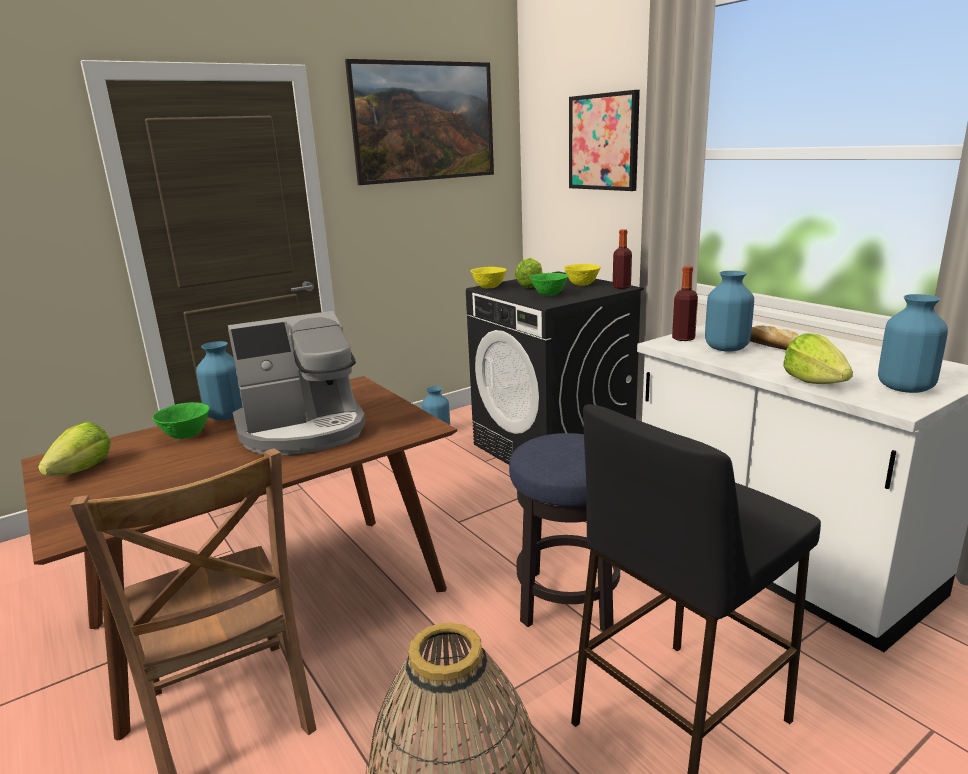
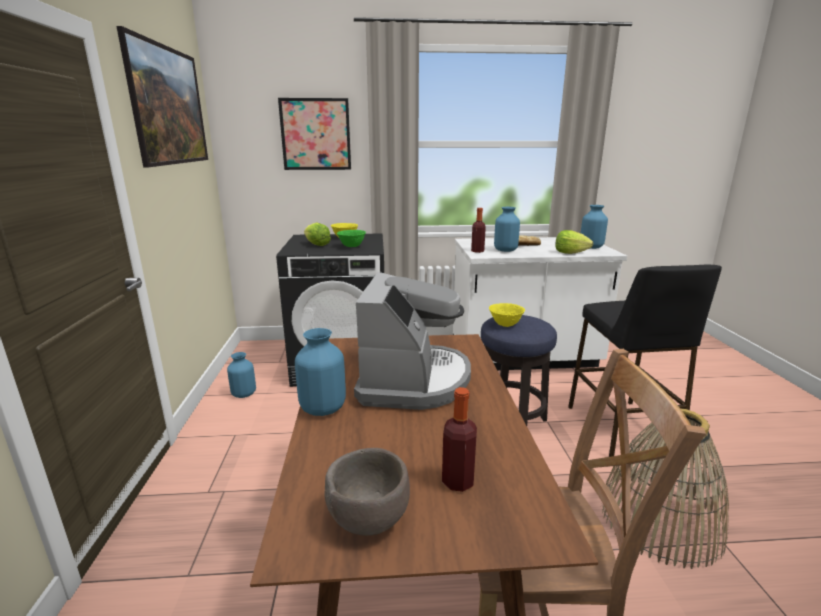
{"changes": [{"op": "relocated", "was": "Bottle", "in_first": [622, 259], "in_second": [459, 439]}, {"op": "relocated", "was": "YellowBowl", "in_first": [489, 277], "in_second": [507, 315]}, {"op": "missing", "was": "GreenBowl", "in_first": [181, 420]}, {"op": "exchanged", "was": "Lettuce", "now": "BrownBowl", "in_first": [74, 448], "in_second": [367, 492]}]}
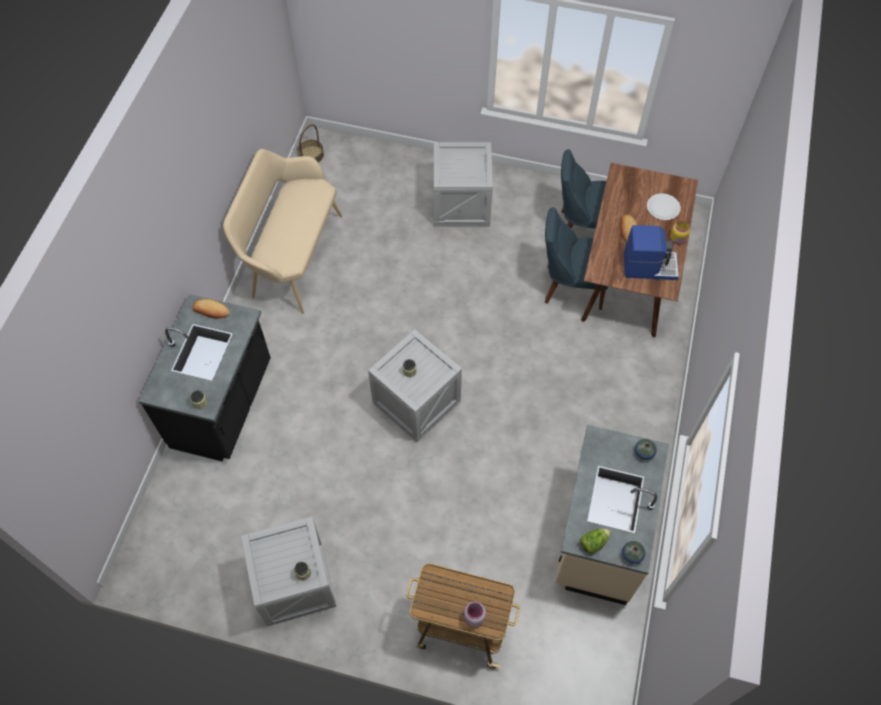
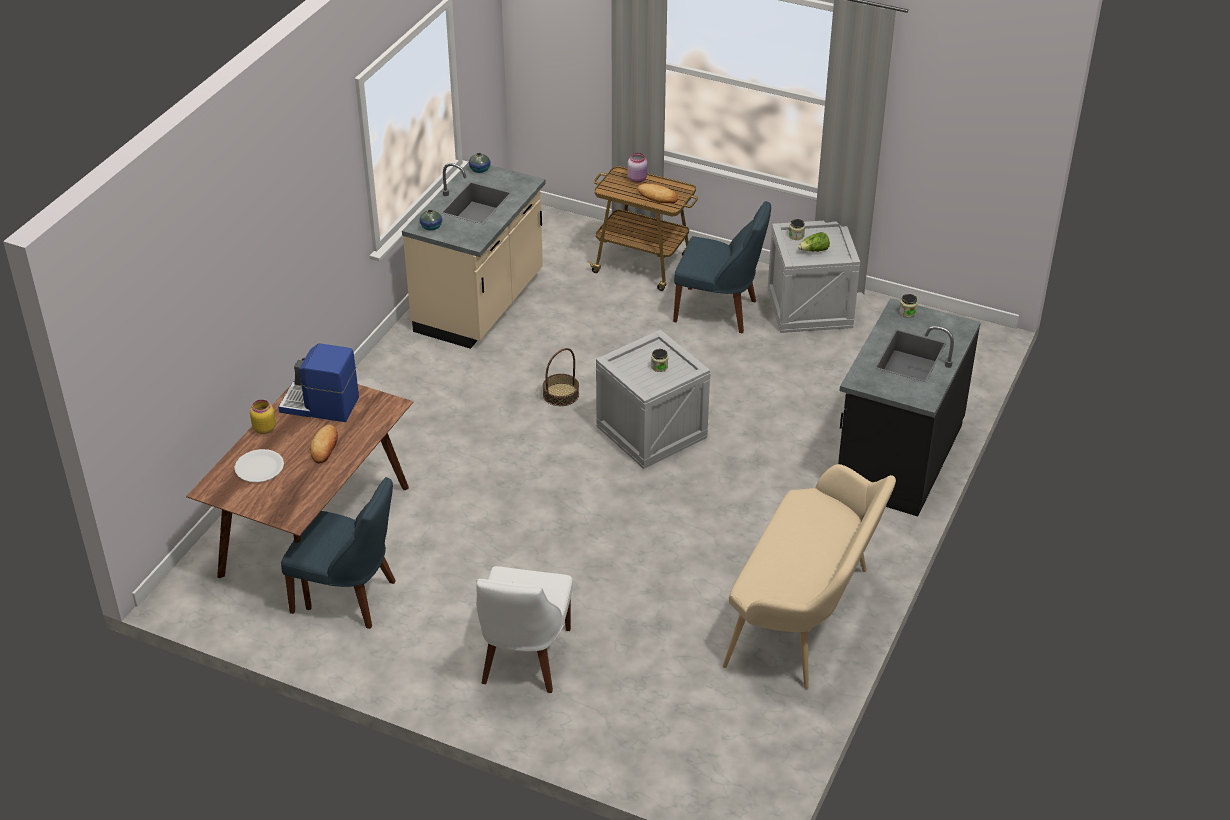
{"changes": [{"op": "relocated", "was": "Basket", "in_first": [311, 143], "in_second": [561, 377]}, {"op": "exchanged", "was": "Crate", "now": "WhiteChair", "in_first": [463, 184], "in_second": [524, 629]}, {"op": "relocated", "was": "BlueChair", "in_first": [576, 258], "in_second": [722, 267]}, {"op": "relocated", "was": "Bread", "in_first": [211, 309], "in_second": [658, 193]}, {"op": "relocated", "was": "Lettuce", "in_first": [595, 541], "in_second": [814, 242]}]}
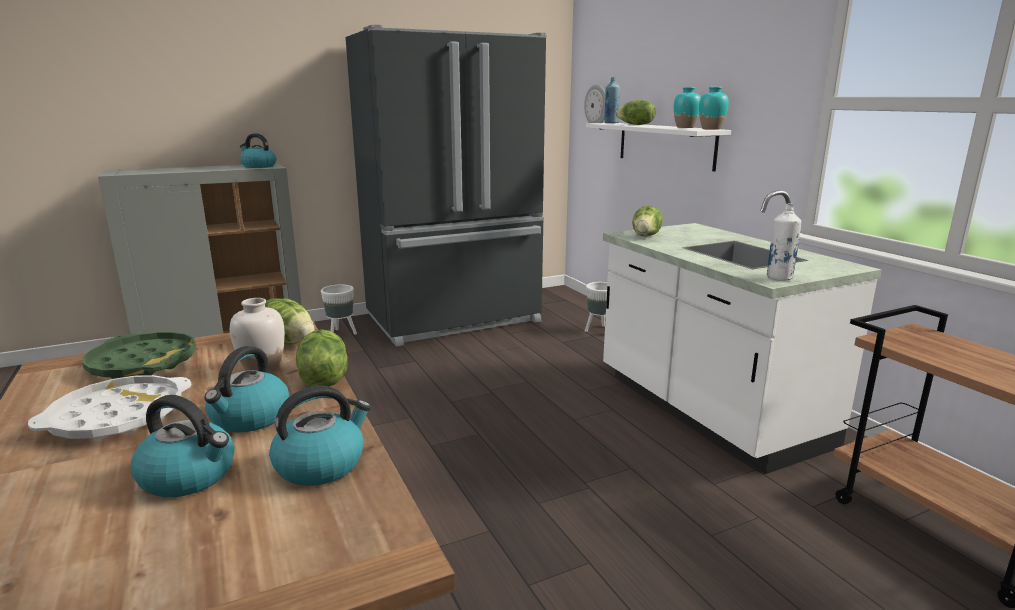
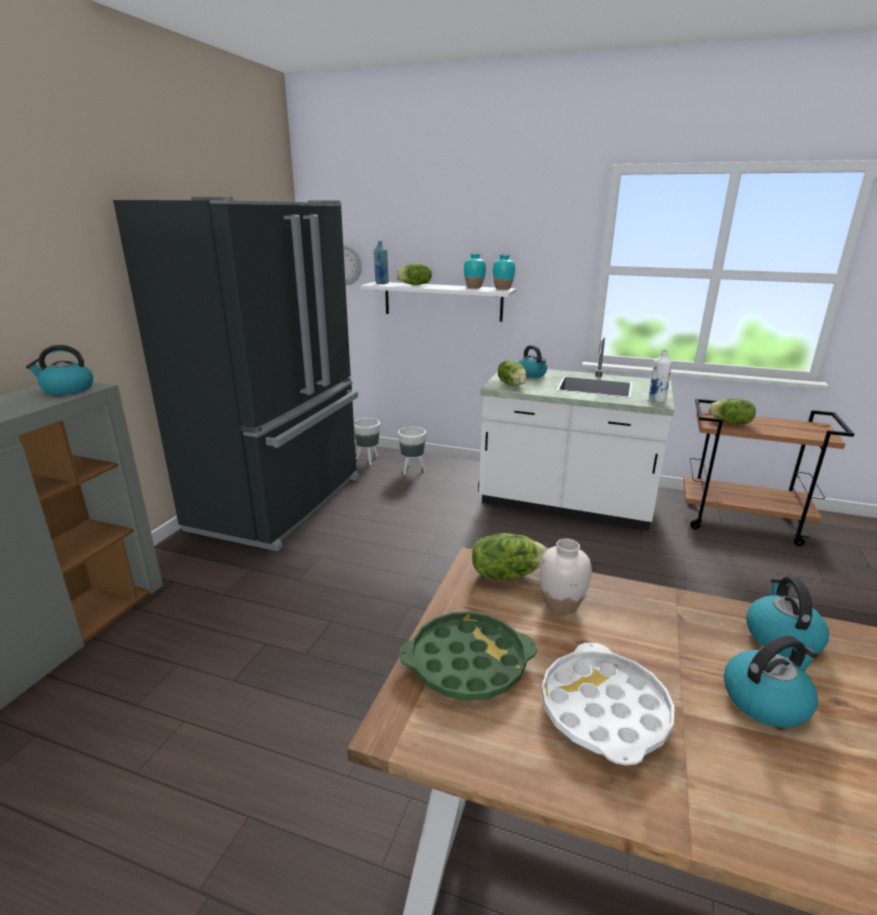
{"changes": [{"op": "relocated", "was": "WhitePlanter", "in_first": [339, 309], "in_second": [367, 441]}, {"op": "relocated", "was": "Lettuce", "in_first": [322, 358], "in_second": [732, 411]}, {"op": "relocated", "was": "Kettle", "in_first": [247, 389], "in_second": [533, 361]}]}
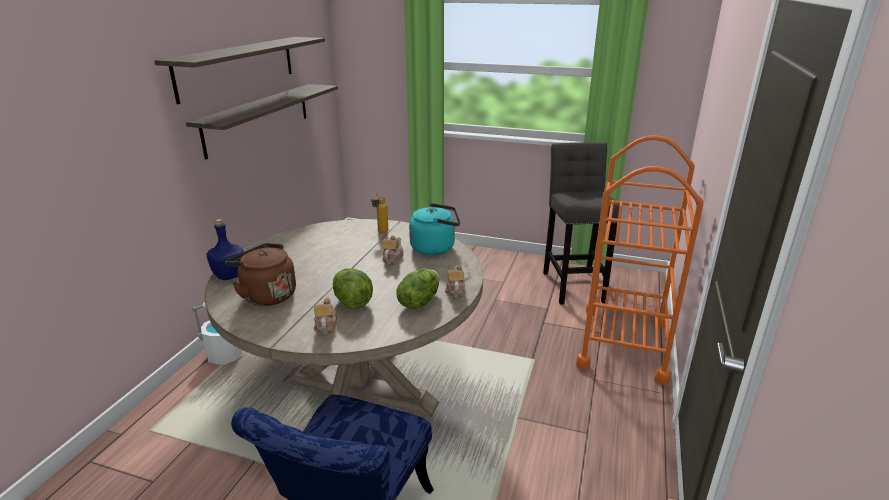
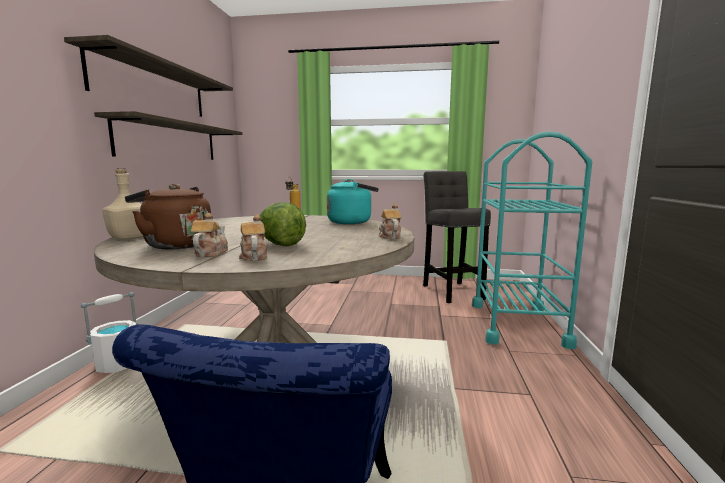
{"changes": [{"op": "colour", "was": "OrangeCart", "now": "TurquoiseCart", "in_first": [640, 260], "in_second": [532, 240]}, {"op": "colour", "was": "BlueBottle", "now": "BeigeBottle", "in_first": [225, 249], "in_second": [122, 204]}, {"op": "relocated", "was": "Teapot", "in_first": [393, 250], "in_second": [209, 235]}, {"op": "missing", "was": "Lettuce", "in_first": [418, 288]}]}
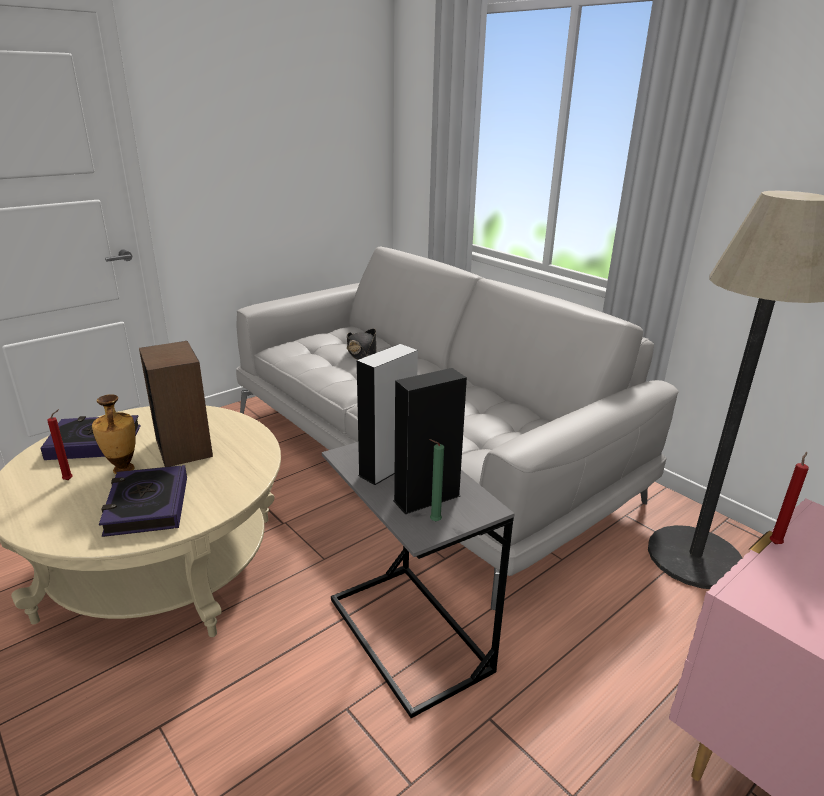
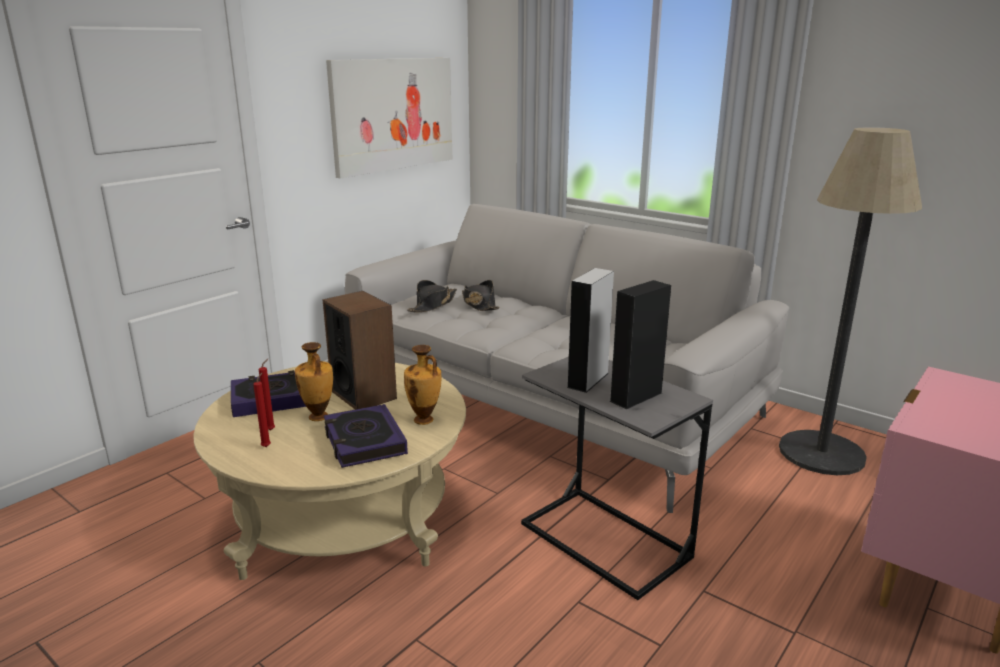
{"changes": [{"op": "missing", "was": "GreenCandle", "in_first": [436, 480]}, {"op": "relocated", "was": "RedCandle", "in_first": [789, 498], "in_second": [262, 409]}, {"op": "appeared", "now": "Picture", "in_second": [389, 118]}, {"op": "appeared", "now": "BlackHat", "in_second": [432, 296]}, {"op": "appeared", "now": "Vase", "in_second": [422, 385]}]}
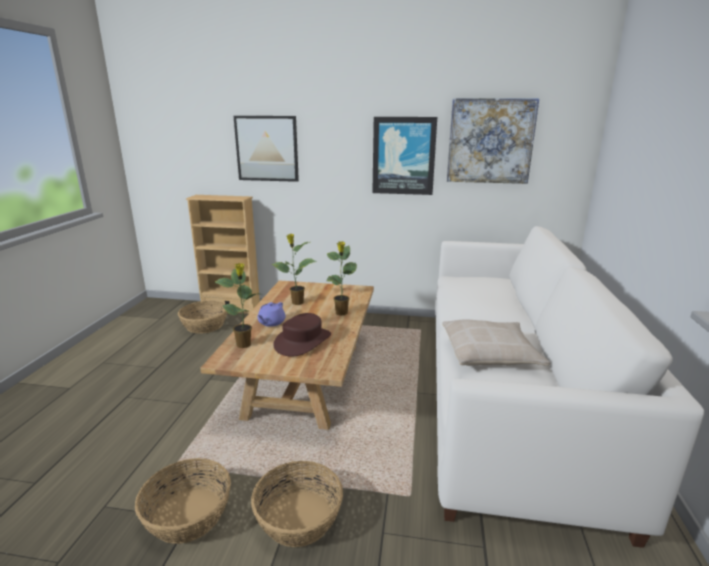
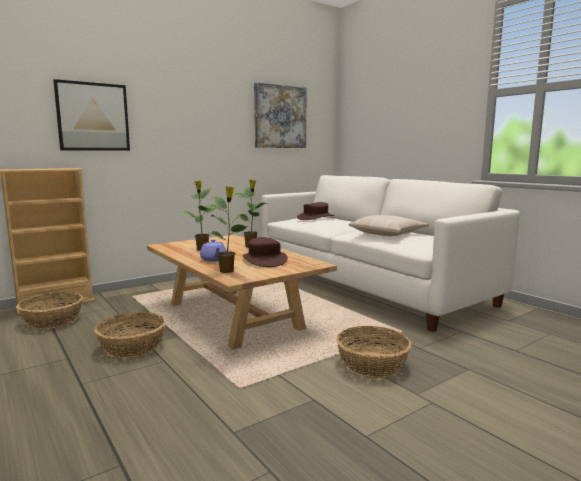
{"changes": [{"op": "missing", "was": "Picture", "in_first": [404, 156]}, {"op": "relocated", "was": "Basket", "in_first": [183, 501], "in_second": [130, 335]}, {"op": "appeared", "now": "BrownHat", "in_second": [315, 211]}]}
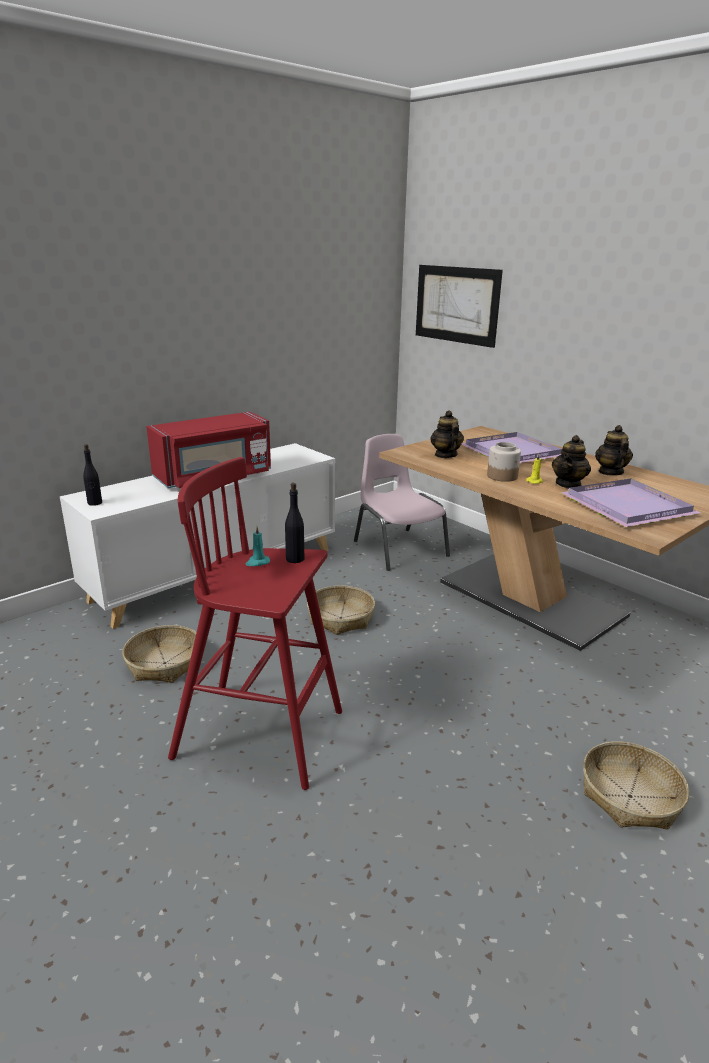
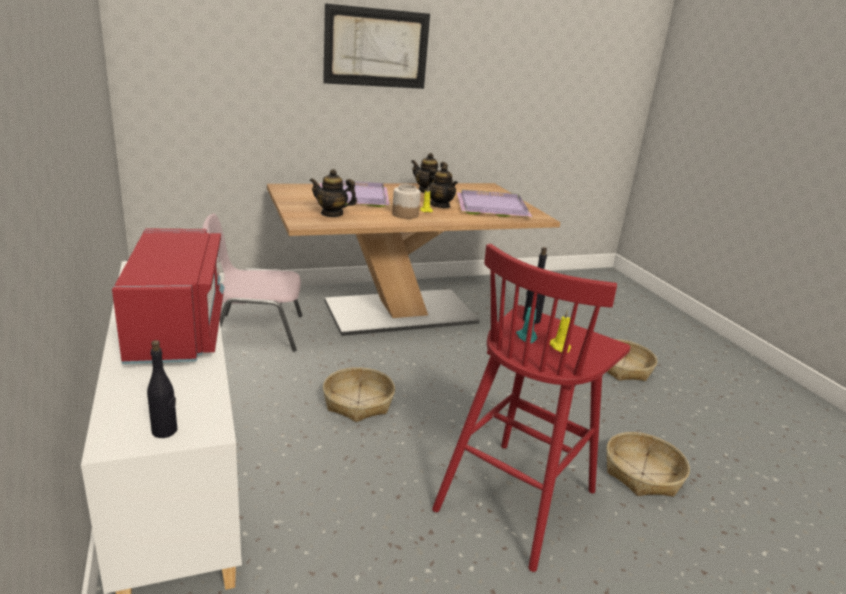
{"changes": [{"op": "relocated", "was": "Picture", "in_first": [459, 306], "in_second": [376, 46]}, {"op": "relocated", "was": "Basket", "in_first": [159, 654], "in_second": [648, 464]}, {"op": "appeared", "now": "YellowCandle", "in_second": [560, 331]}]}
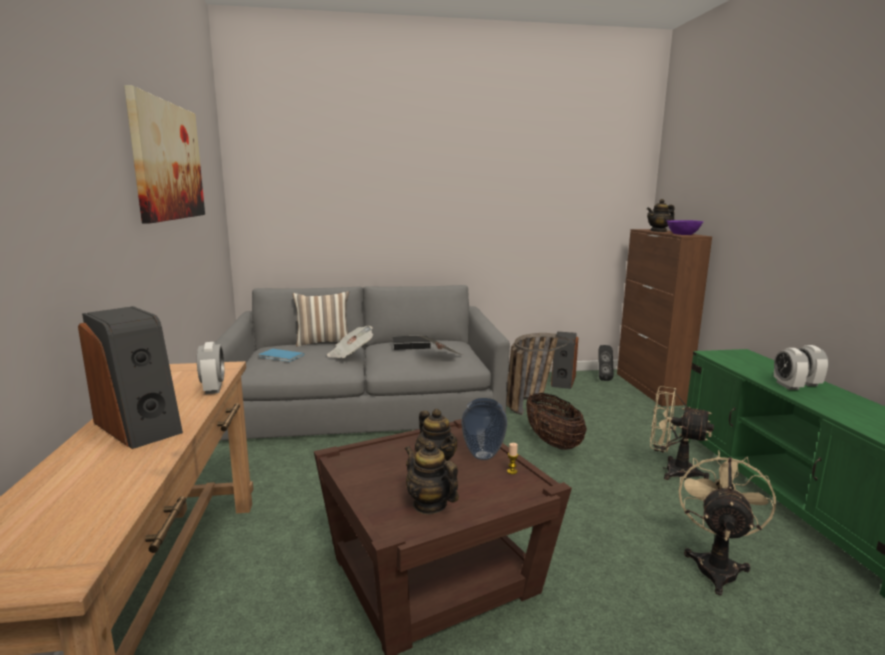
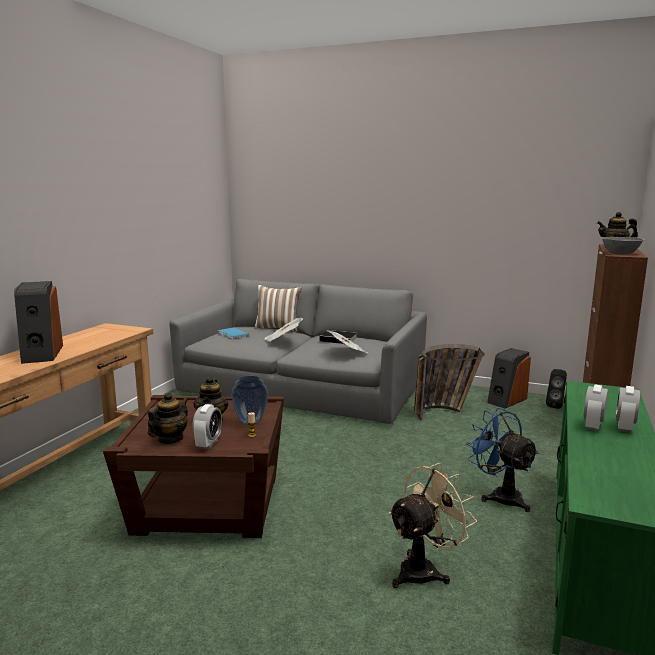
{"changes": [{"op": "missing", "was": "Picture", "in_first": [164, 154]}, {"op": "colour", "was": "PurpleBowl", "now": "GreyBowl", "in_first": [685, 227], "in_second": [623, 246]}, {"op": "relocated", "was": "AlarmClock", "in_first": [210, 368], "in_second": [207, 426]}, {"op": "colour", "was": "BeigeFan", "now": "BlueFan", "in_first": [682, 433], "in_second": [502, 460]}, {"op": "missing", "was": "Basket", "in_first": [556, 421]}, {"op": "spun", "was": "Teapot", "in_first": [432, 477], "in_second": [168, 418], "clockwise": 45}]}
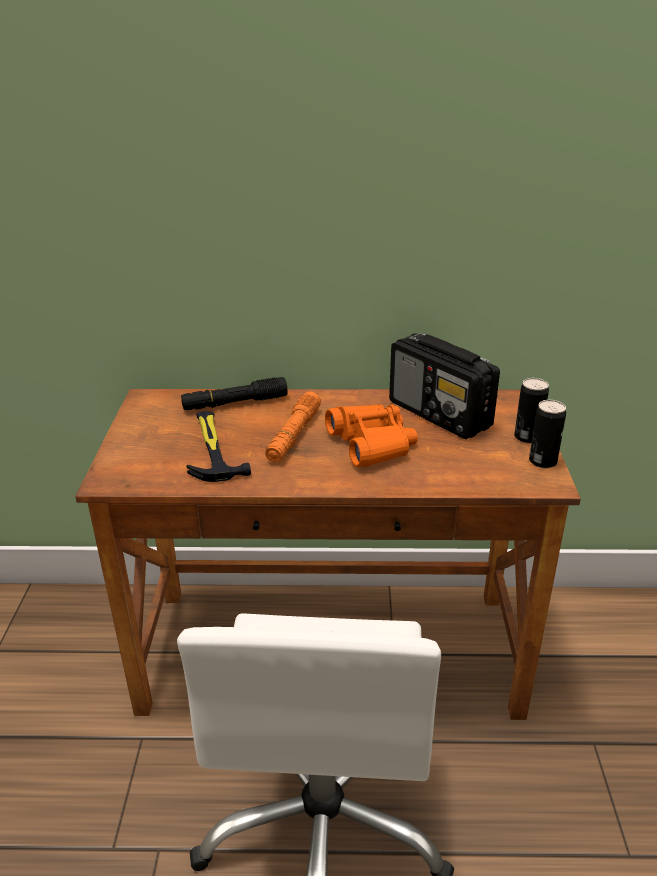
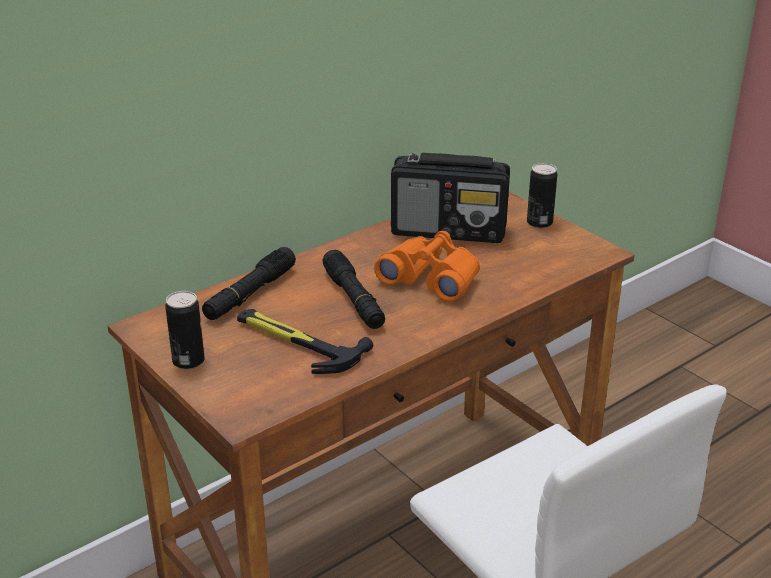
{"changes": [{"op": "colour", "was": "OrangeFlashlight", "now": "BlackFlashlight", "in_first": [293, 426], "in_second": [354, 289]}, {"op": "relocated", "was": "Can", "in_first": [547, 434], "in_second": [185, 330]}]}
